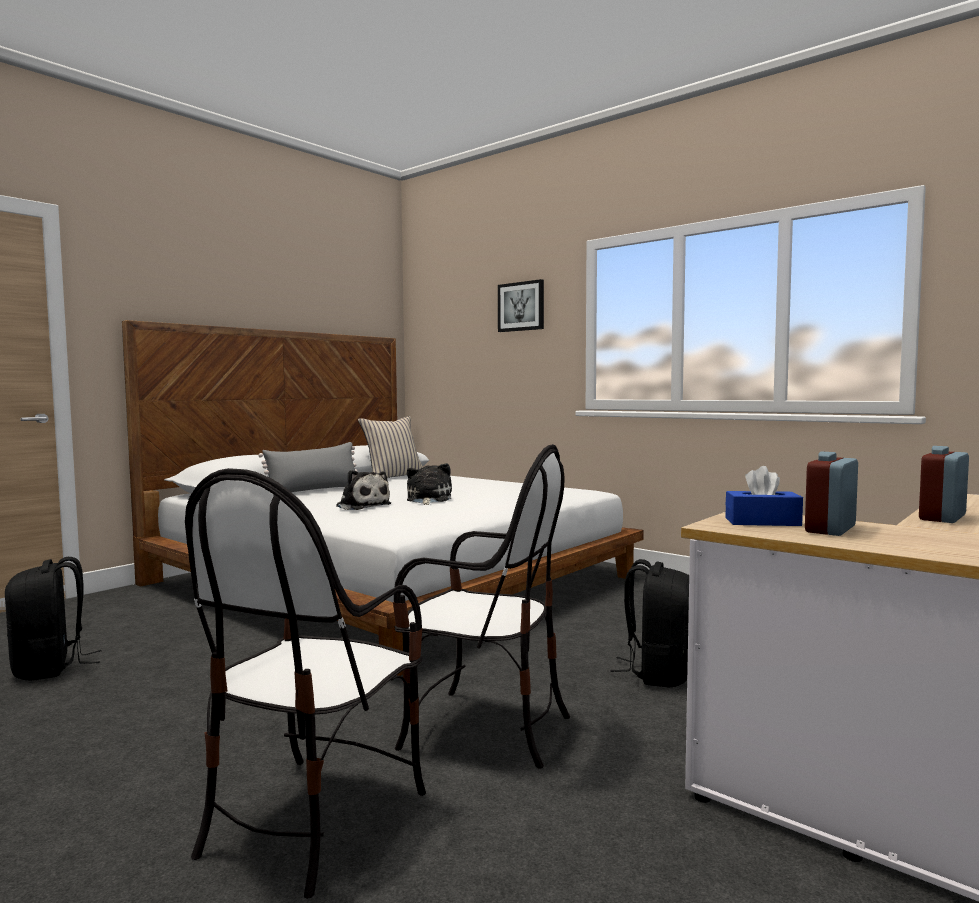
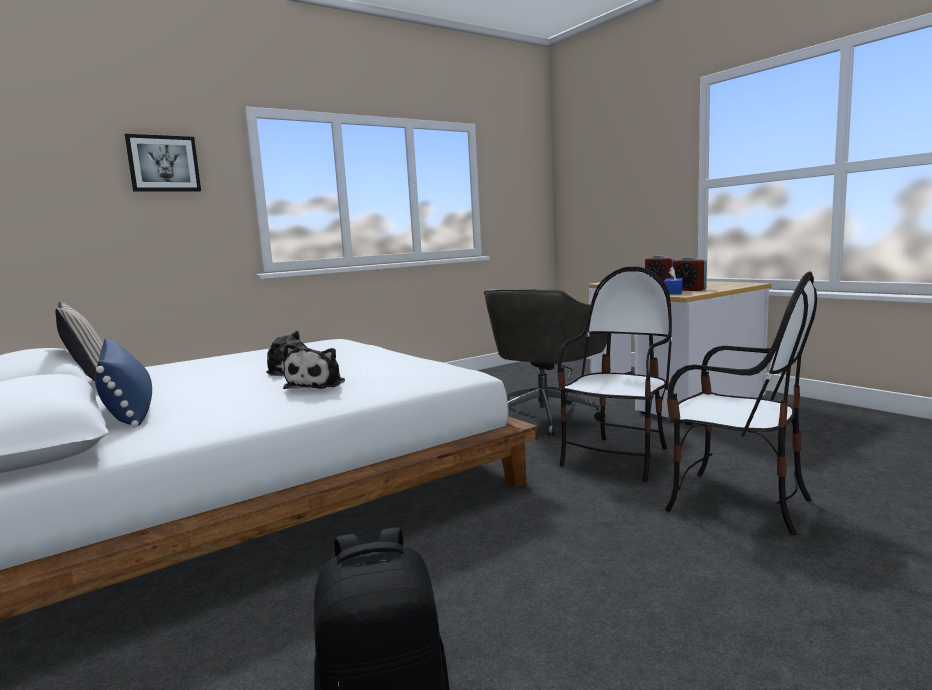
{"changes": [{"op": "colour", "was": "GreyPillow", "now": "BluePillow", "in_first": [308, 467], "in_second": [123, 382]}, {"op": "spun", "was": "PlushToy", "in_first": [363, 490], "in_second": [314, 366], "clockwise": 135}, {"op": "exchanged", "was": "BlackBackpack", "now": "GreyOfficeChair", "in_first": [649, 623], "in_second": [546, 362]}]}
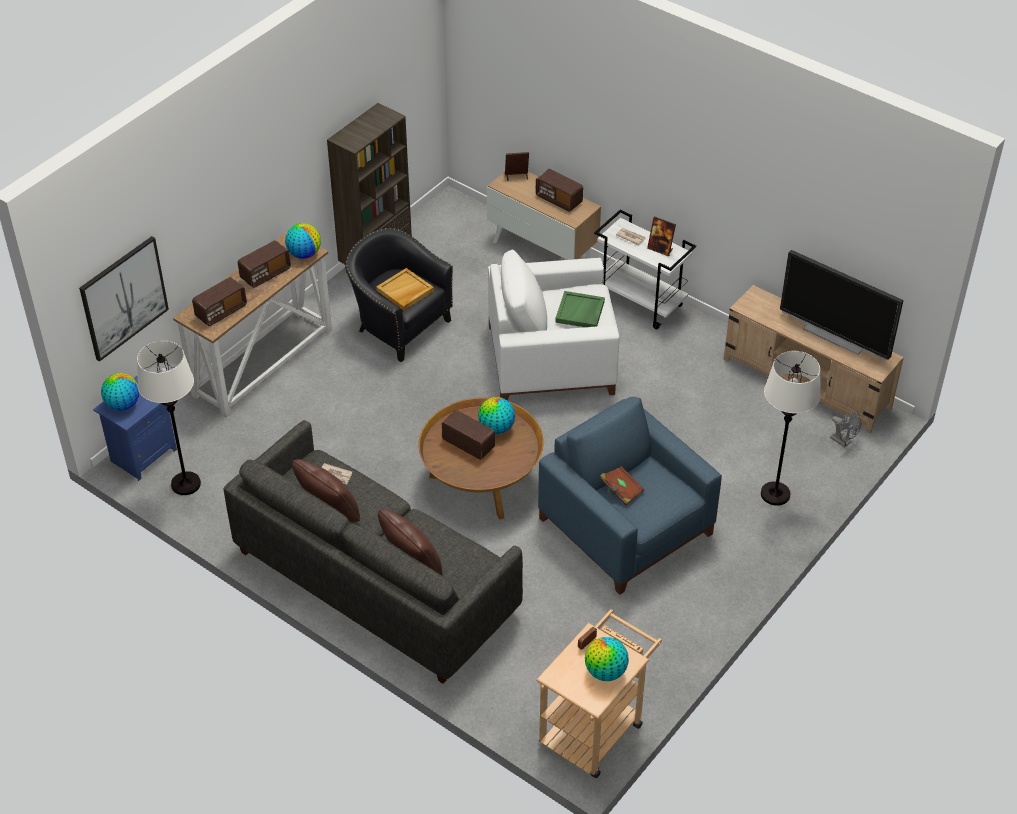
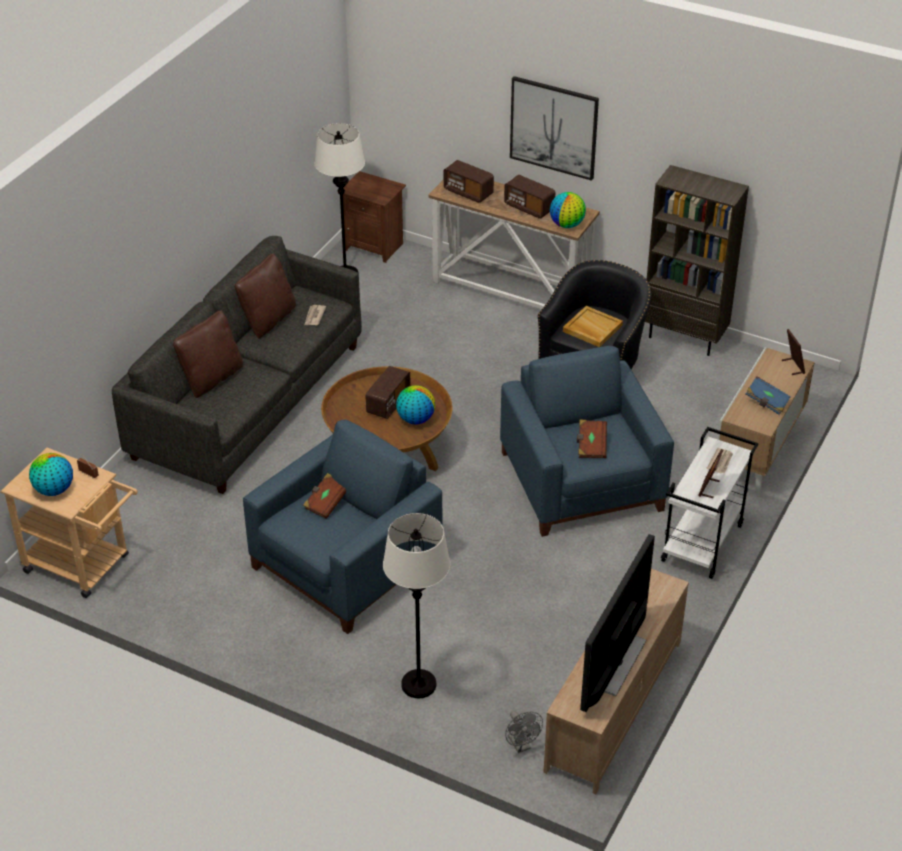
{"changes": [{"op": "exchanged", "was": "Radio", "now": "BlueBook", "in_first": [559, 190], "in_second": [768, 395]}, {"op": "relocated", "was": "Picture", "in_first": [124, 299], "in_second": [554, 128]}, {"op": "colour", "was": "WhiteArmchair", "now": "BlueArmchair", "in_first": [554, 325], "in_second": [587, 441]}, {"op": "exchanged", "was": "GreenTray", "now": "BrownBook", "in_first": [580, 309], "in_second": [592, 438]}, {"op": "missing", "was": "Globe", "in_first": [120, 392]}, {"op": "colour", "was": "BlueNightstand", "now": "BrownNightstand", "in_first": [135, 428], "in_second": [374, 217]}, {"op": "spun", "was": "GreyFan", "in_first": [846, 429], "in_second": [524, 732], "clockwise": -60}]}
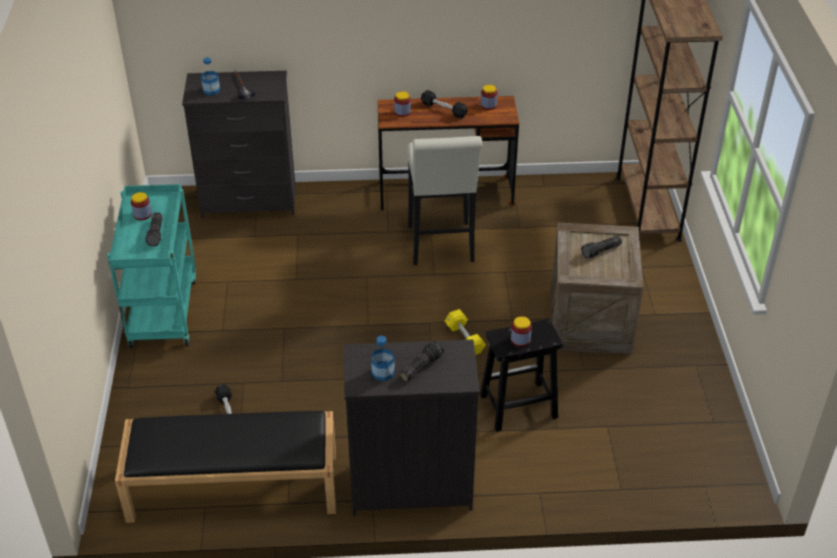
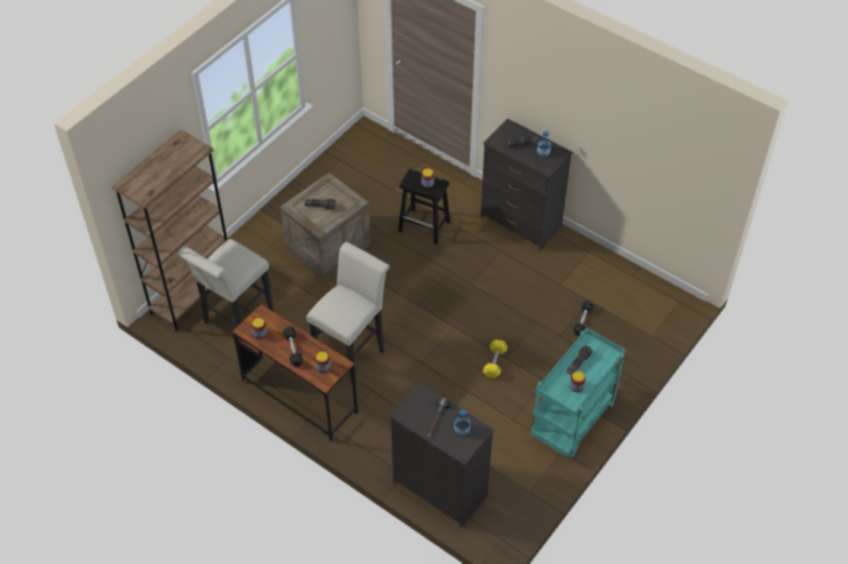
{"changes": [{"op": "relocated", "was": "YellowDumbbell", "in_first": [465, 332], "in_second": [495, 358]}, {"op": "missing", "was": "BlackBench", "in_first": [225, 467]}, {"op": "appeared", "now": "WhiteStool", "in_second": [225, 283]}]}
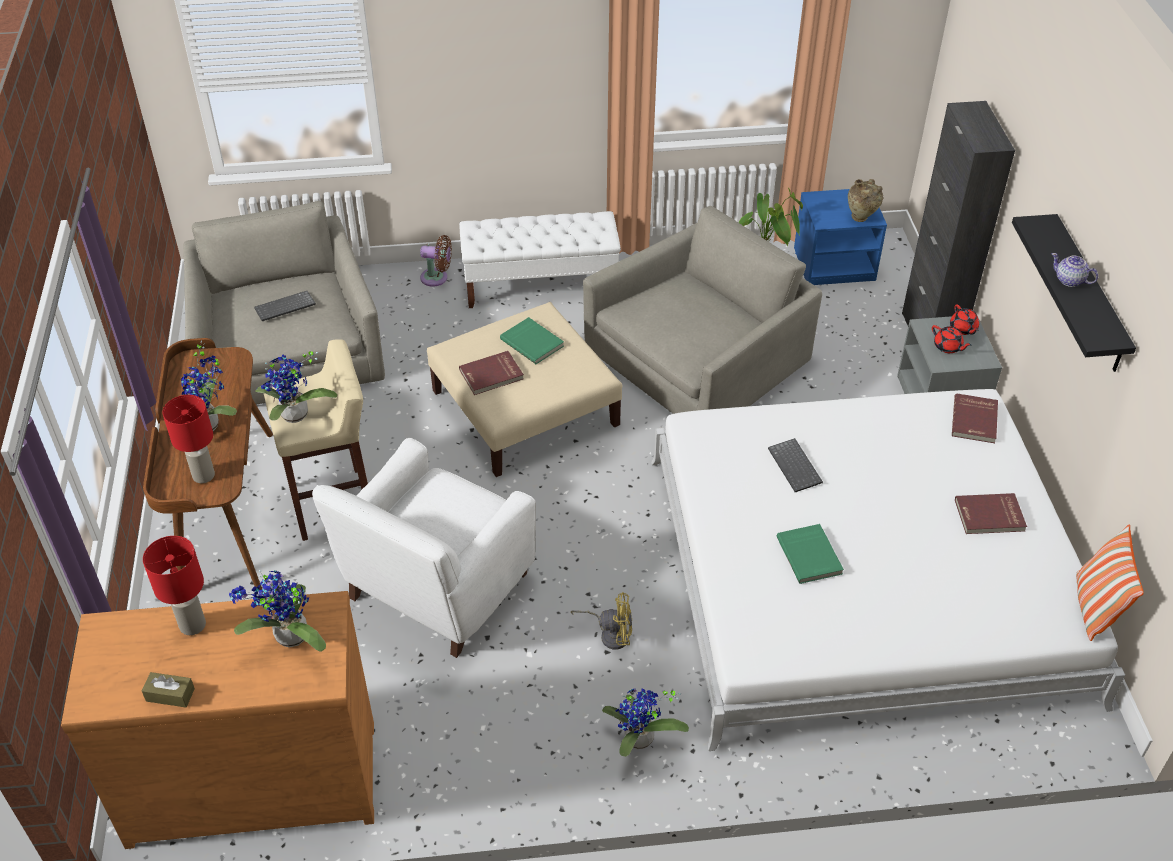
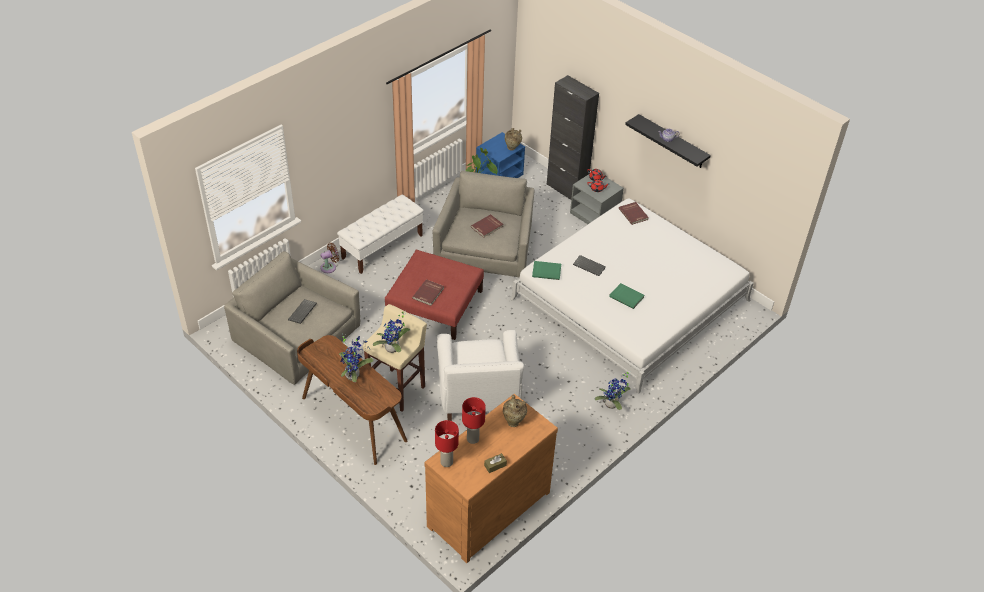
{"changes": [{"op": "colour", "was": "BeigeOttoman", "now": "RedOttoman", "in_first": [524, 389], "in_second": [434, 295]}, {"op": "relocated", "was": "GreenBook", "in_first": [532, 340], "in_second": [546, 270]}, {"op": "relocated", "was": "RedTableLamp", "in_first": [189, 439], "in_second": [447, 443]}, {"op": "relocated", "was": "RedBook", "in_first": [991, 513], "in_second": [487, 226]}, {"op": "missing", "was": "Pillow", "in_first": [1110, 583]}, {"op": "exchanged", "was": "PottedPlant", "now": "BeigeVase", "in_first": [277, 610], "in_second": [515, 411]}, {"op": "missing", "was": "YellowFan", "in_first": [601, 621]}]}
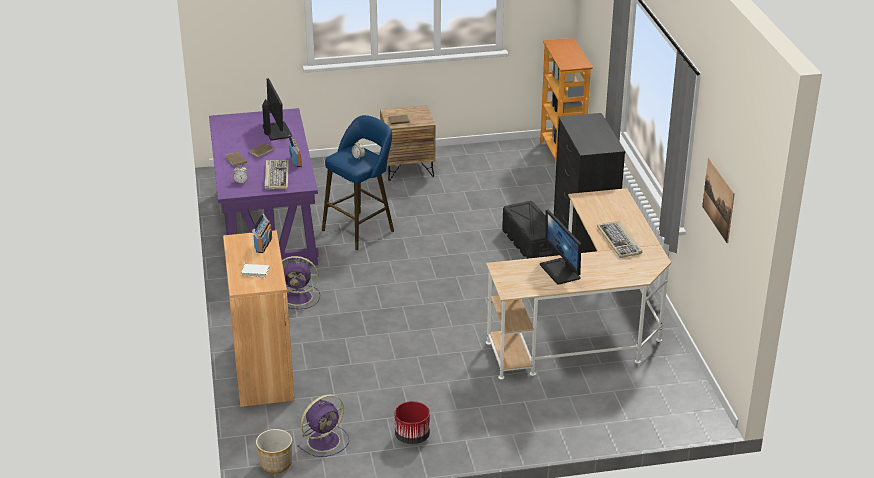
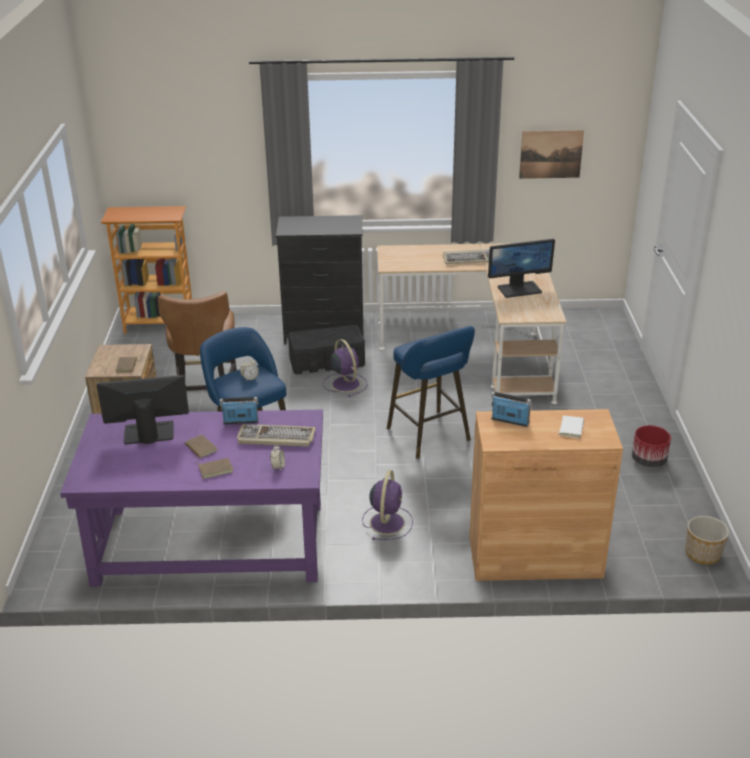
{"changes": [{"op": "relocated", "was": "PurpleFan", "in_first": [323, 425], "in_second": [345, 368]}, {"op": "appeared", "now": "BrownChair", "in_second": [197, 341]}, {"op": "appeared", "now": "BlueStool", "in_second": [431, 392]}]}
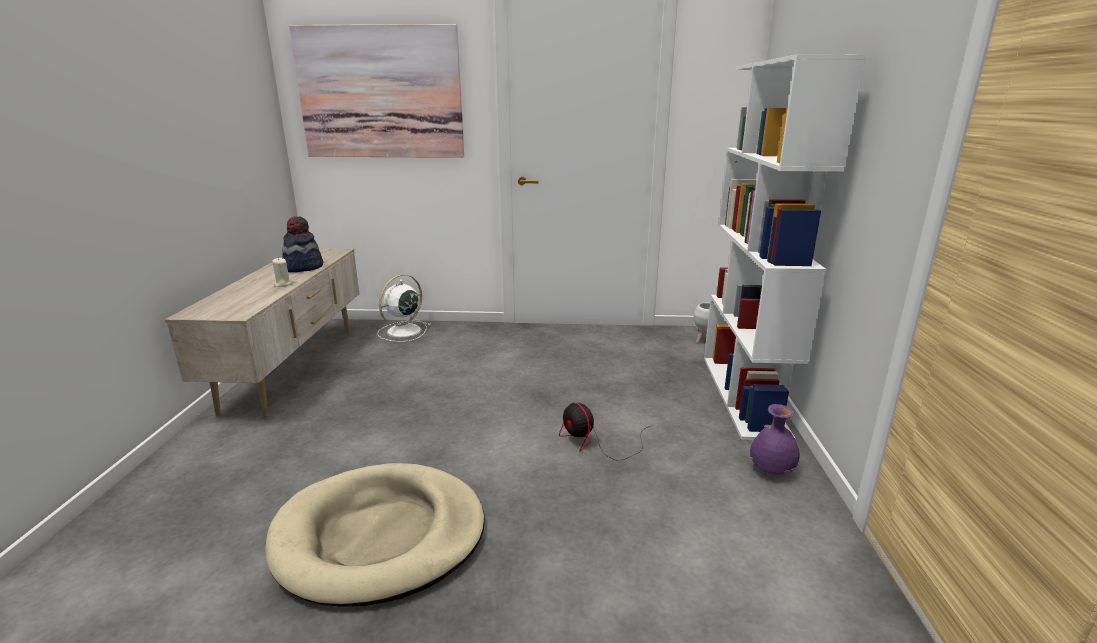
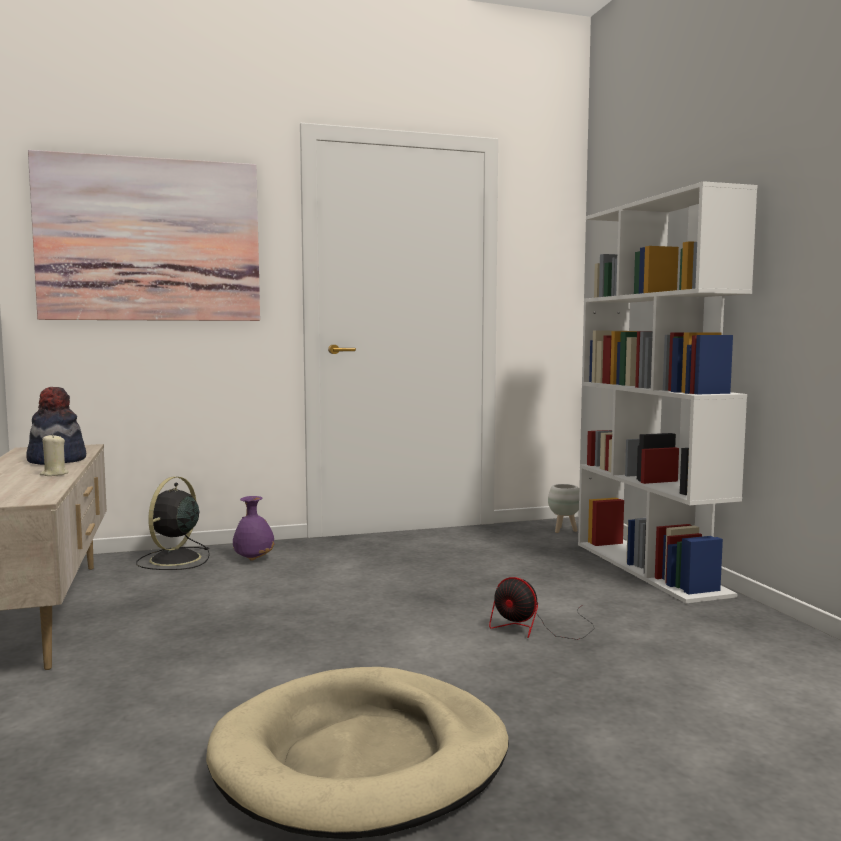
{"changes": [{"op": "colour", "was": "WhiteFan", "now": "BlackFan", "in_first": [404, 308], "in_second": [173, 523]}, {"op": "relocated", "was": "PurpleVase", "in_first": [775, 439], "in_second": [254, 528]}]}
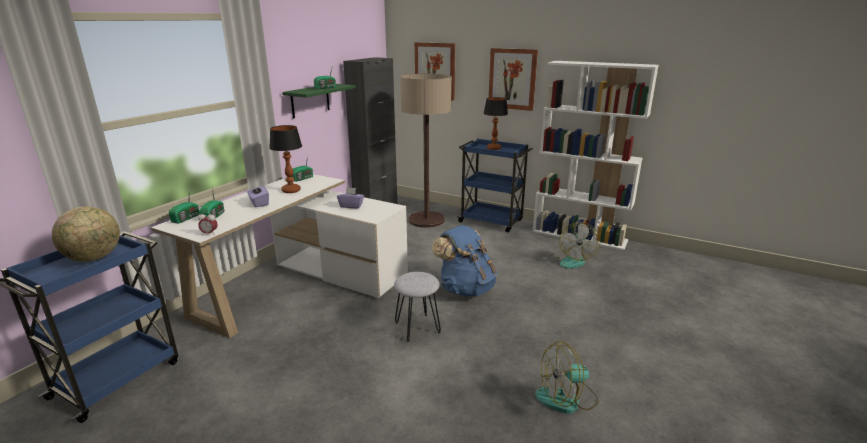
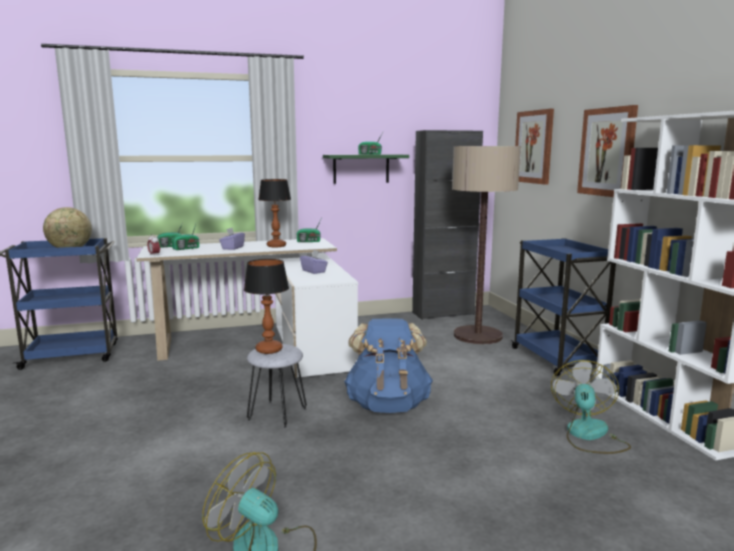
{"changes": [{"op": "relocated", "was": "TableLamp", "in_first": [495, 123], "in_second": [266, 306]}, {"op": "spun", "was": "Fan", "in_first": [575, 245], "in_second": [591, 407], "clockwise": 135}]}
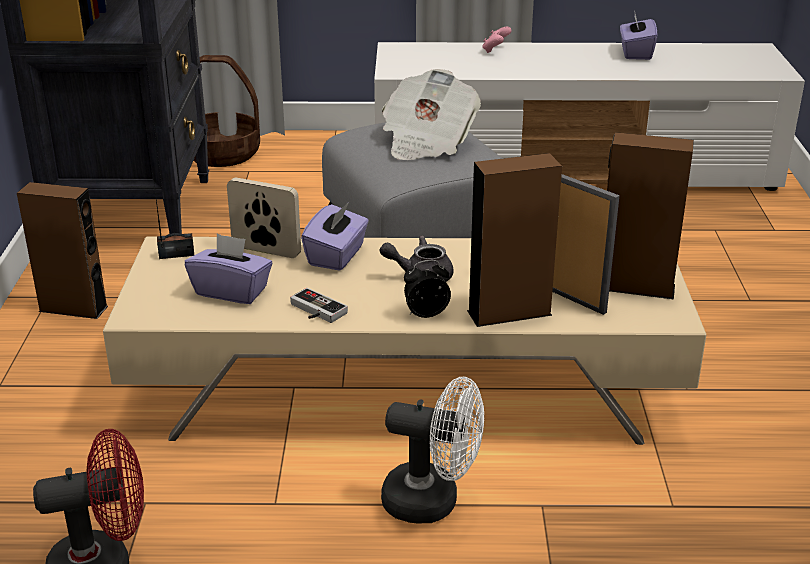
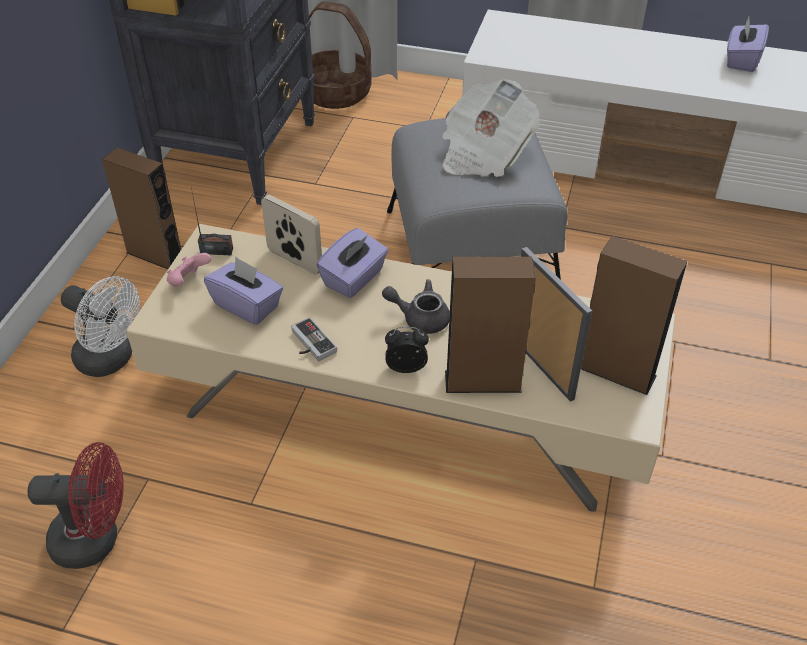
{"changes": [{"op": "relocated", "was": "PinkGameController", "in_first": [497, 40], "in_second": [189, 270]}, {"op": "relocated", "was": "WhiteFan", "in_first": [432, 450], "in_second": [100, 326]}]}
